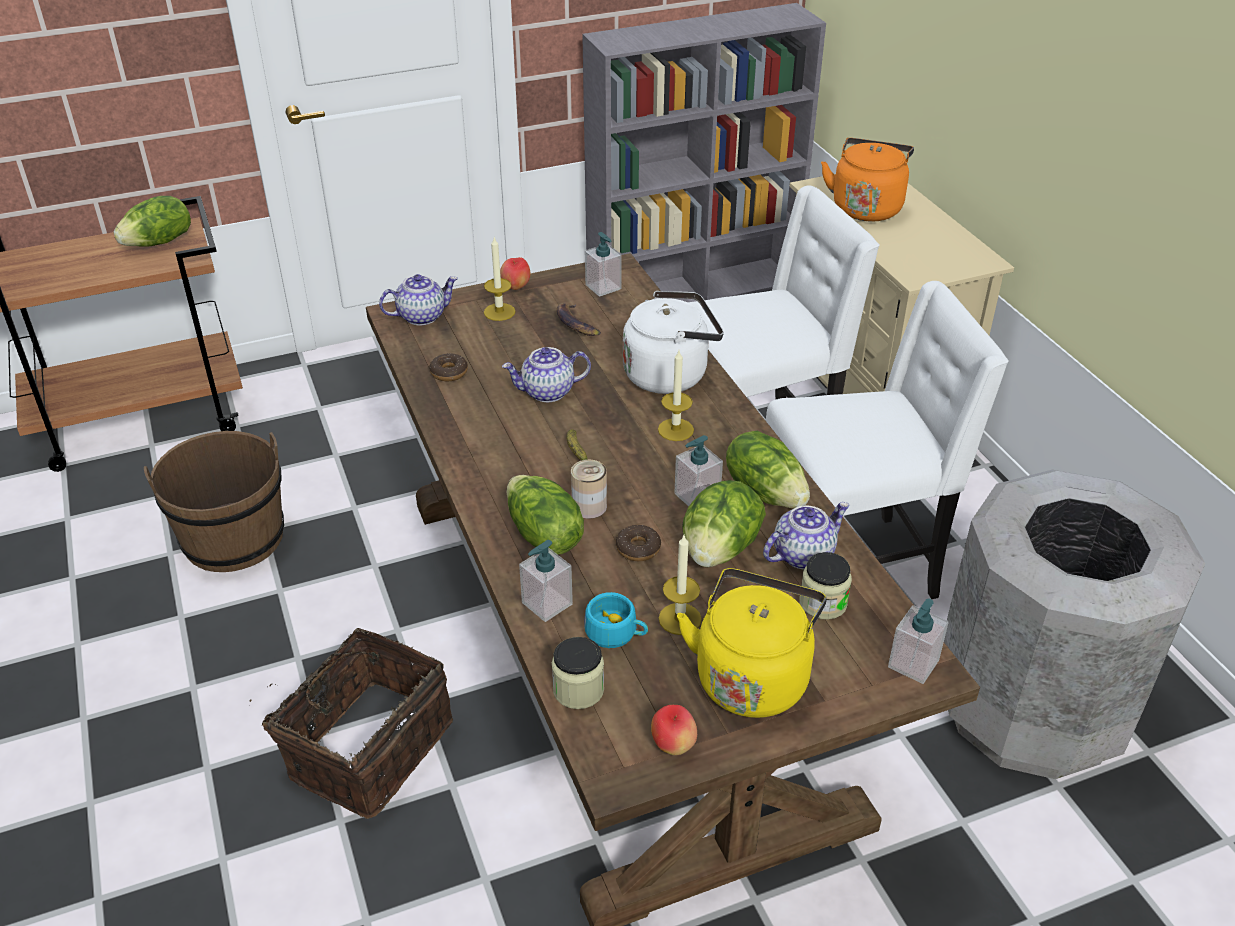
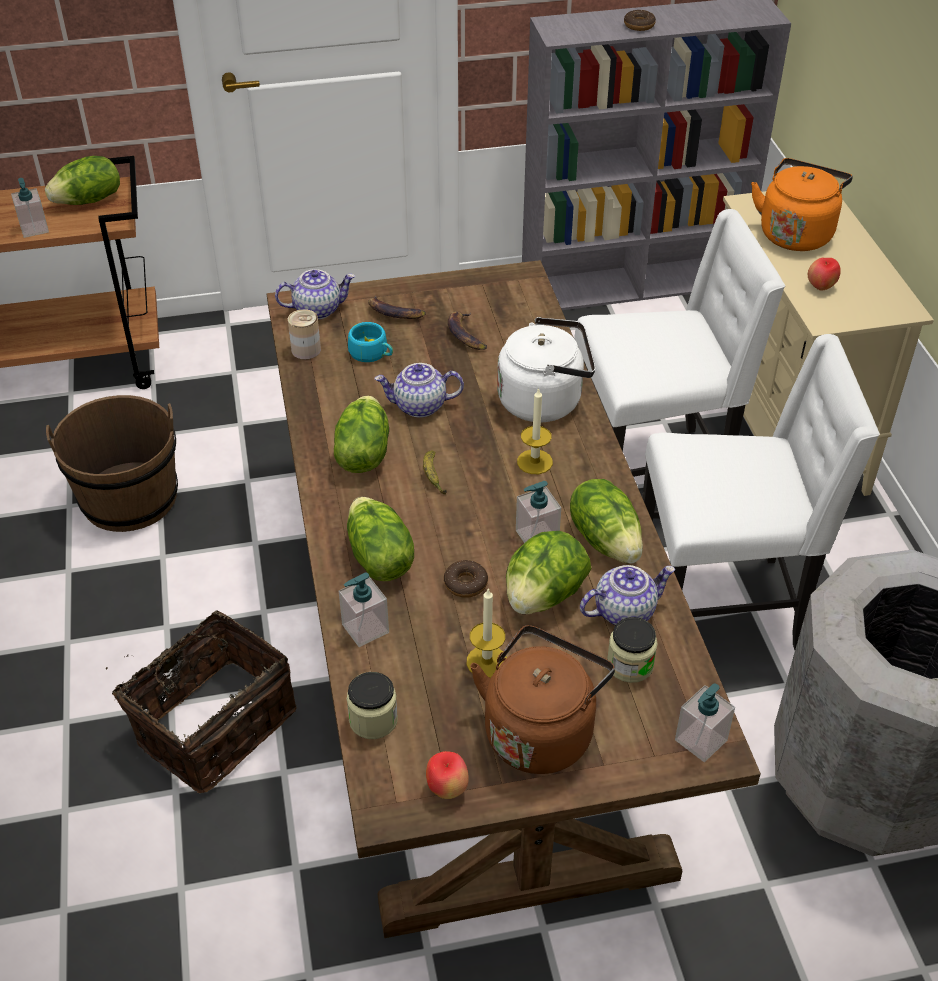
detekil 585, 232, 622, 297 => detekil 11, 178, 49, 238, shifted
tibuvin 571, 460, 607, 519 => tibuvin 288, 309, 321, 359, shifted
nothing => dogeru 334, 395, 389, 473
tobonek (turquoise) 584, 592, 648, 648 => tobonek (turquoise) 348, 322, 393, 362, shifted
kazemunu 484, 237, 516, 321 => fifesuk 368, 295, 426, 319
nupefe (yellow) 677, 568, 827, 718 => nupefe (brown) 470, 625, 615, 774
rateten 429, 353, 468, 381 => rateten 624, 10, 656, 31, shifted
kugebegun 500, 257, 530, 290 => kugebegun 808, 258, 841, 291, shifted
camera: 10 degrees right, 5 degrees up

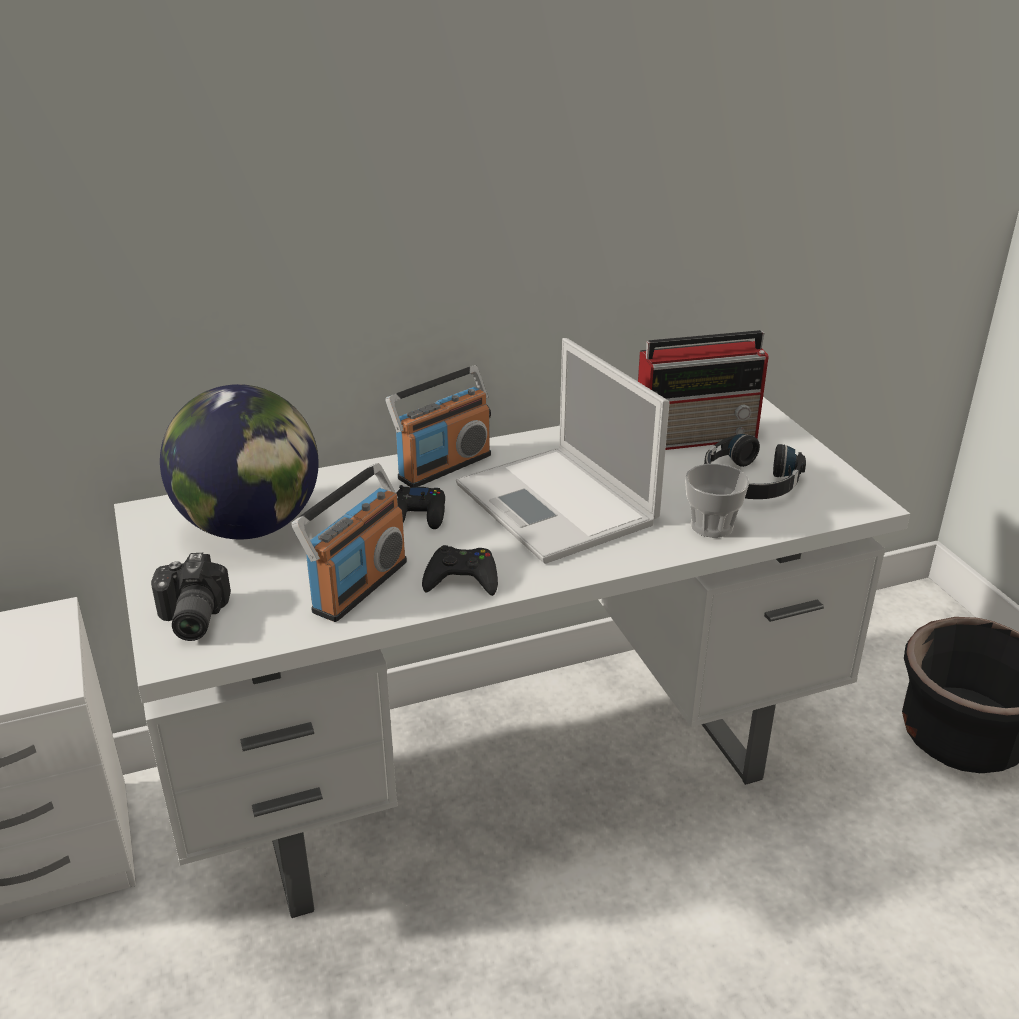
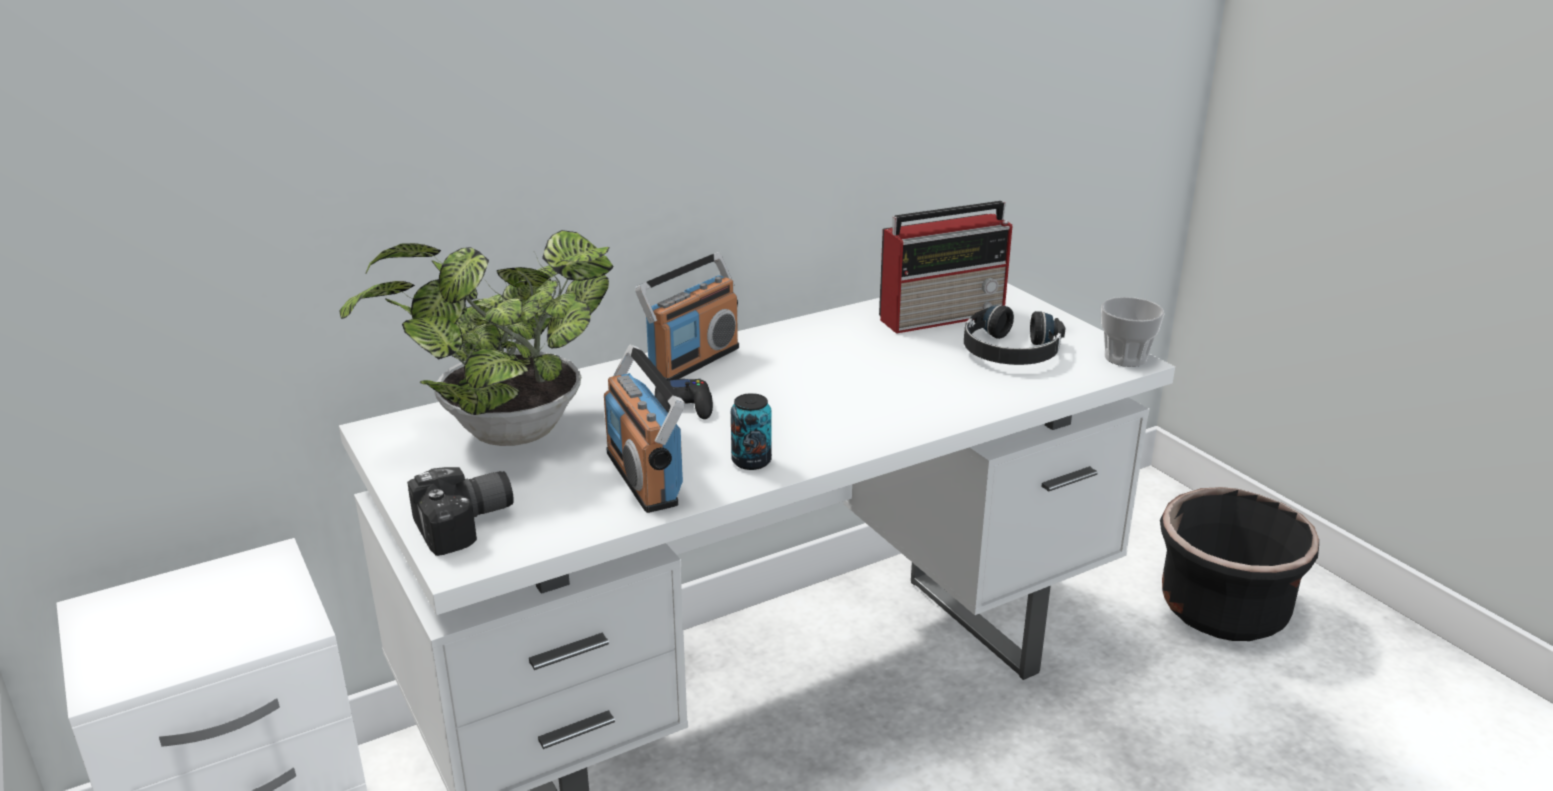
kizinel 160, 384, 319, 540 => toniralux 339, 230, 614, 446
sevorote 151, 553, 231, 641 => sevorote 407, 467, 514, 556, 105 degrees counterclockwise
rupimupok 291, 463, 407, 622 => rupimupok 604, 344, 685, 513, 135 degrees clockwise
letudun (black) 422, 545, 498, 596 => tibuvin 731, 393, 772, 470
tobonek 685, 464, 750, 538 => tobonek 1101, 297, 1165, 367, shifted
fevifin 456, 338, 670, 564 => nothing
camera: 10 degrees left, 5 degrees down

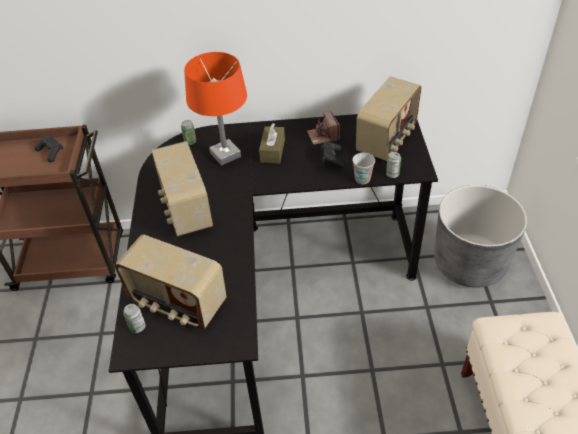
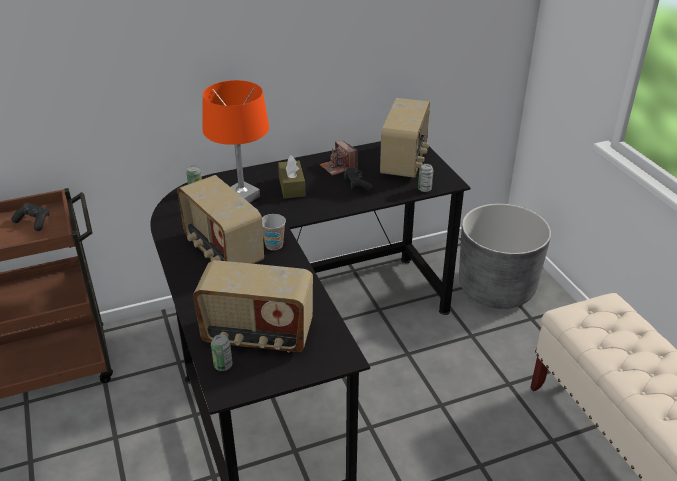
tobonek 352, 153, 375, 184 => tobonek 262, 214, 286, 250, shifted
camera: 20 degrees left, 10 degrees down

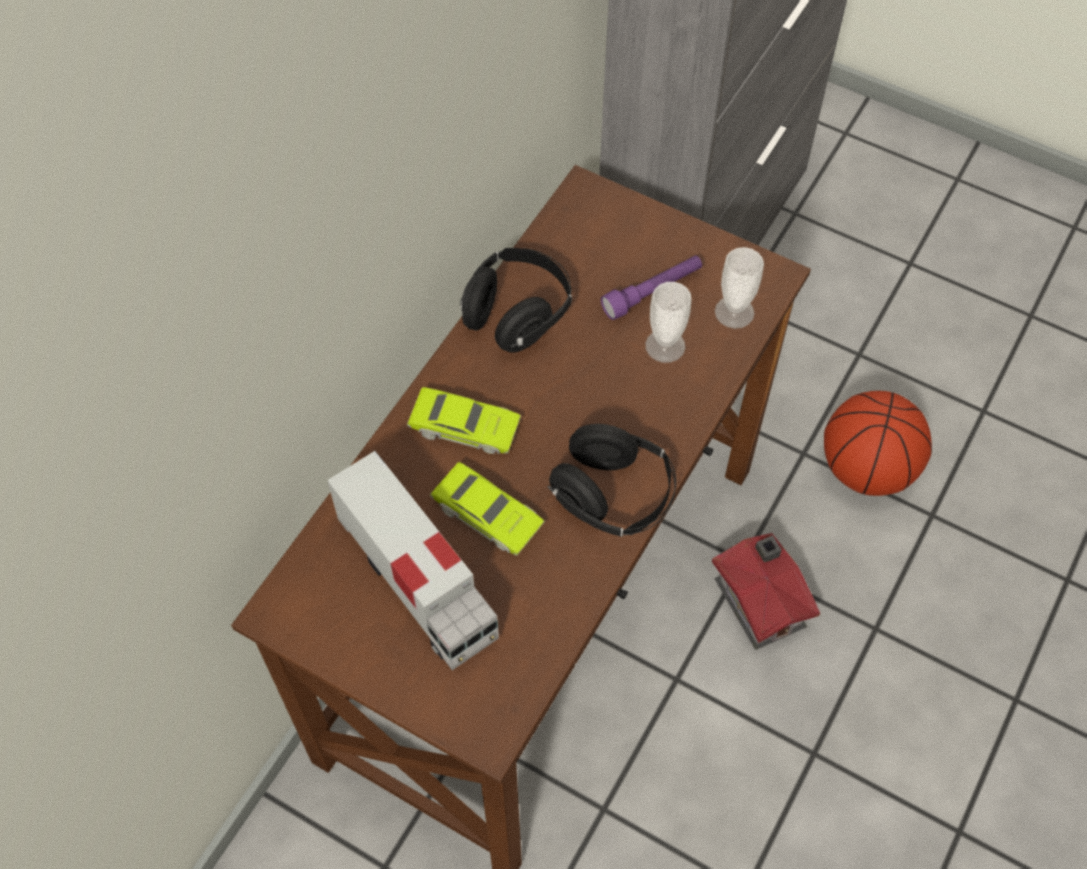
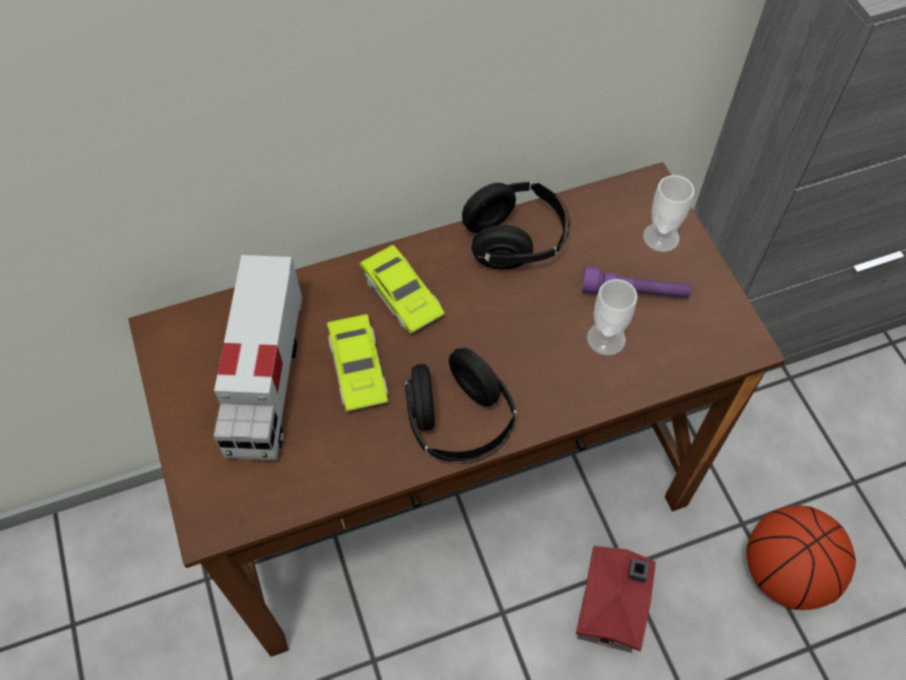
tobonek 715, 247, 764, 329 => tobonek 643, 175, 694, 252, shifted
camera: 40 degrees right, 0 degrees up

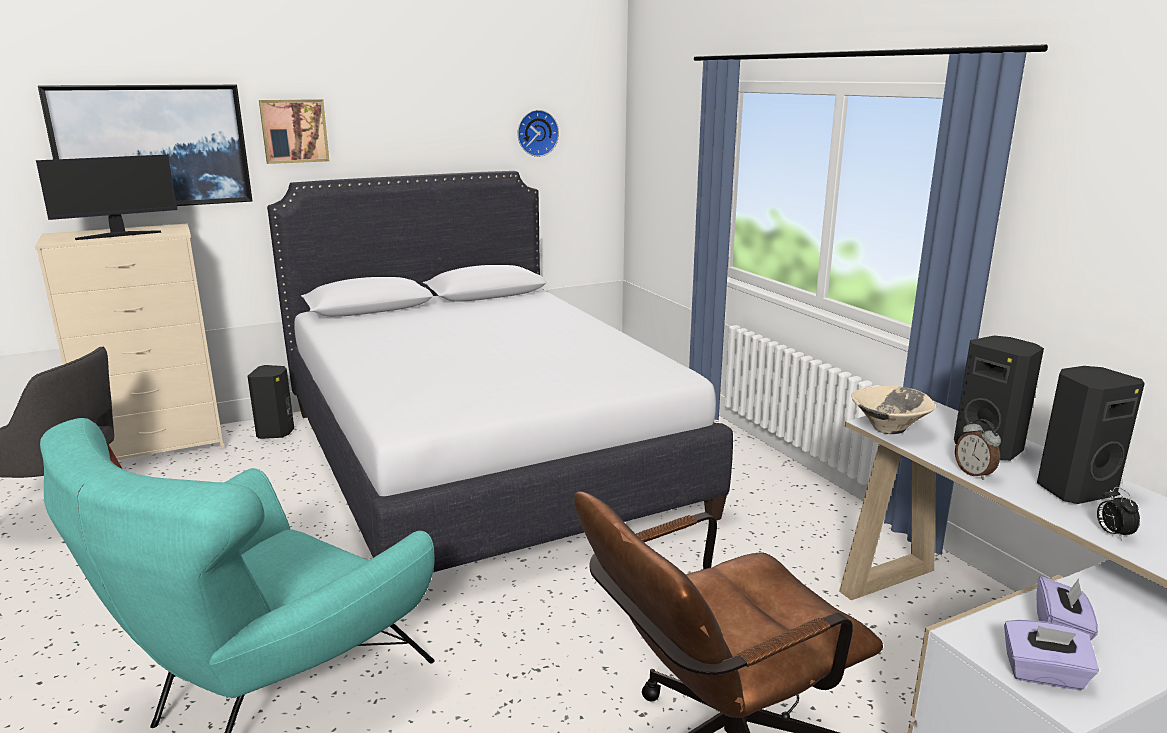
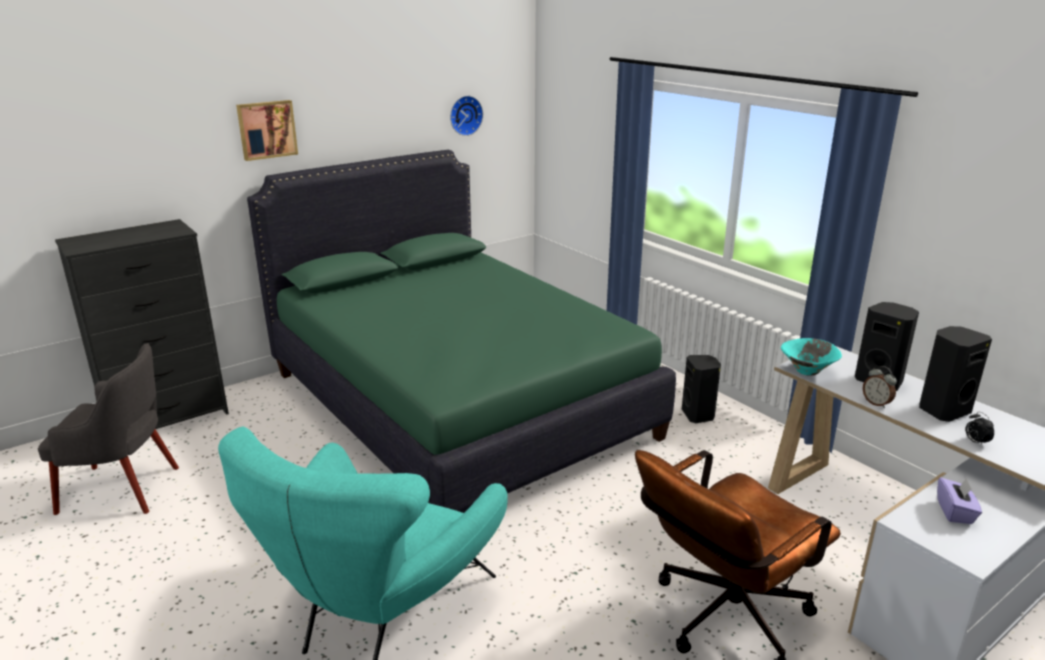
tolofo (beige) 35, 224, 224, 460 => tolofo (black) 55, 219, 229, 429
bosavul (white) 267, 171, 733, 572 => bosavul (green) 247, 150, 676, 513
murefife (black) 247, 365, 294, 439 => murefife (black) 682, 355, 721, 423, shifted
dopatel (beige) 851, 386, 935, 434 => dopatel (turquoise) 781, 338, 842, 376
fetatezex 36, 154, 177, 240 => nothing
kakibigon 38, 85, 252, 206 => nothing
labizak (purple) 1004, 620, 1099, 690 => nothing
camera: 10 degrees left, 5 degrees up

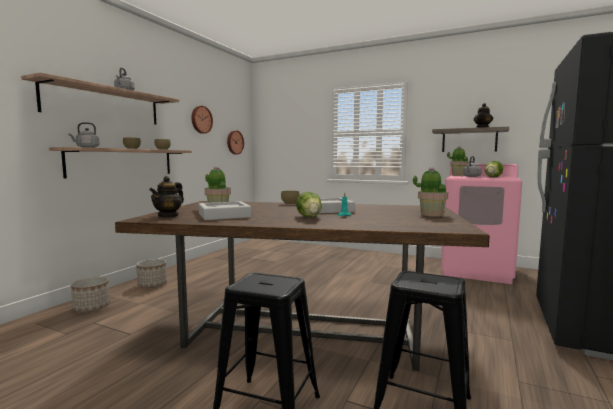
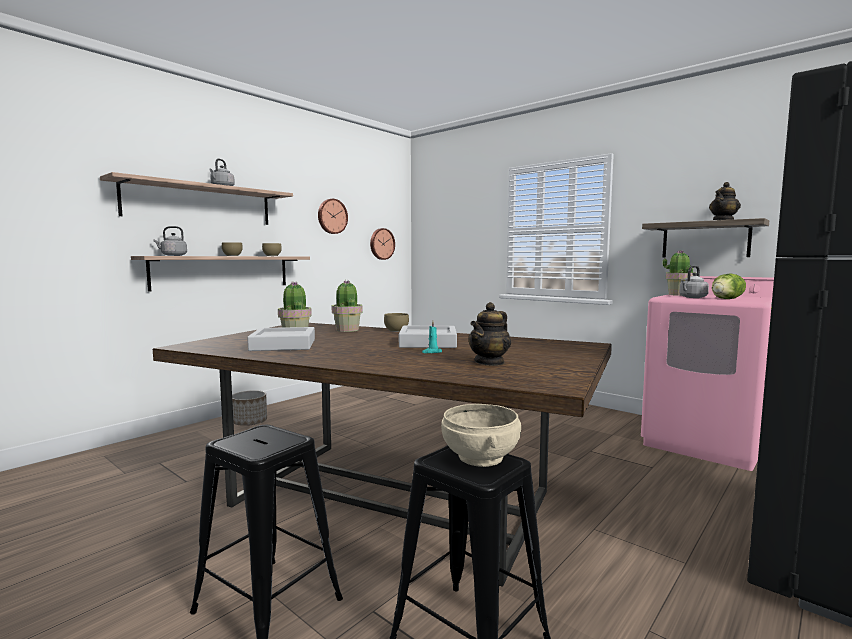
toniralux 413, 168, 448, 217 => toniralux 332, 280, 362, 332, shifted
nothing => dopatel (beige) 441, 404, 521, 467
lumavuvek 149, 176, 184, 218 => lumavuvek 469, 302, 511, 366, shifted
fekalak 71, 276, 110, 312 => nothing
dogeru 296, 192, 322, 217 => nothing
camera: 15 degrees right, 0 degrees up

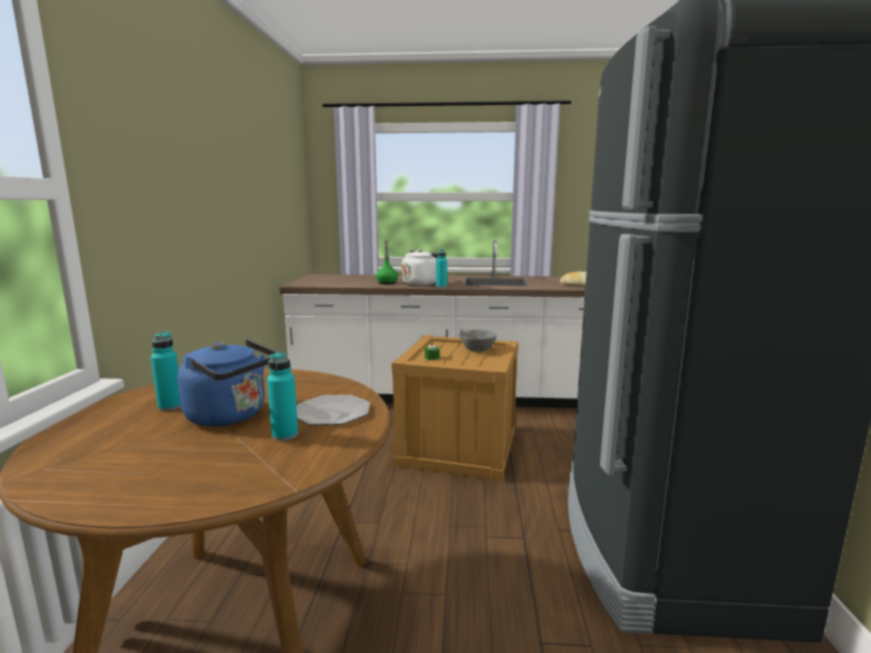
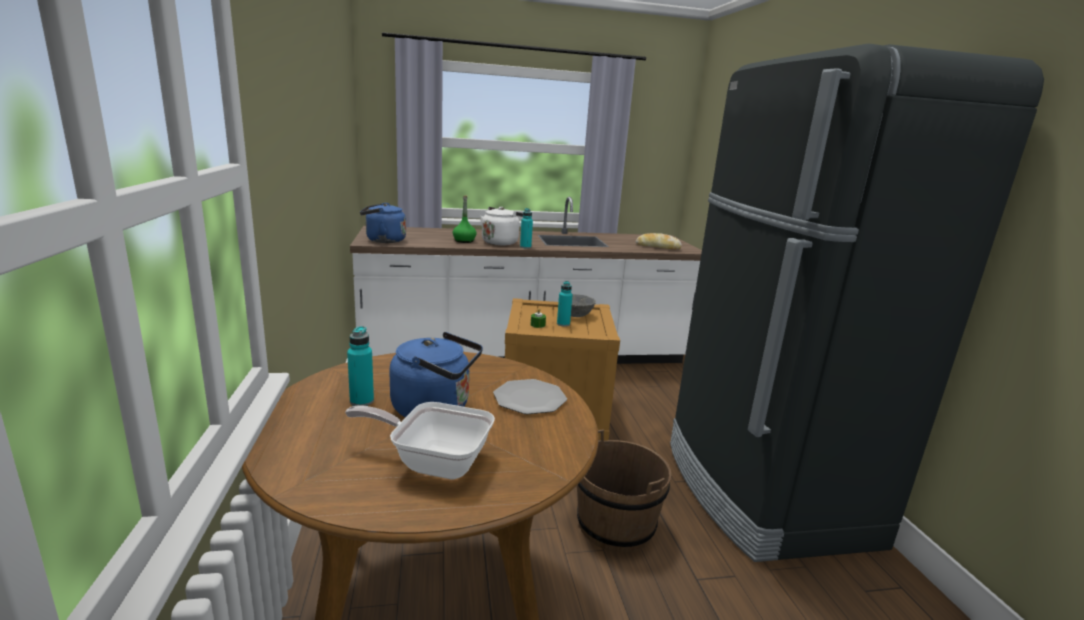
nothing => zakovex 345, 402, 495, 479
nothing => nupefe (blue) 360, 203, 406, 243
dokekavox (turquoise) 267, 352, 298, 441 => dokekavox (turquoise) 557, 281, 573, 327, shifted
nothing => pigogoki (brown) 577, 430, 671, 553
camera: 15 degrees left, 5 degrees up

